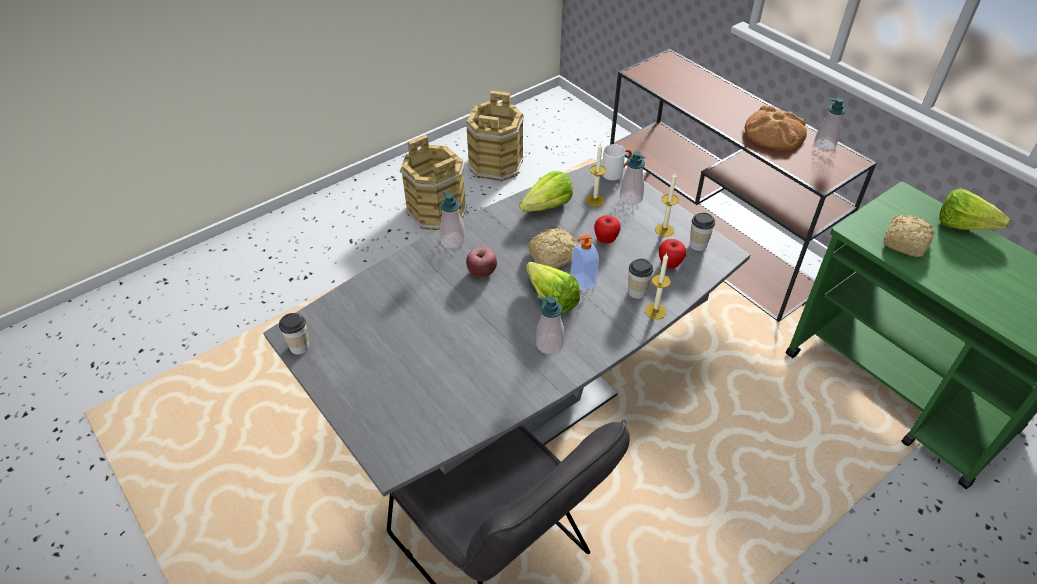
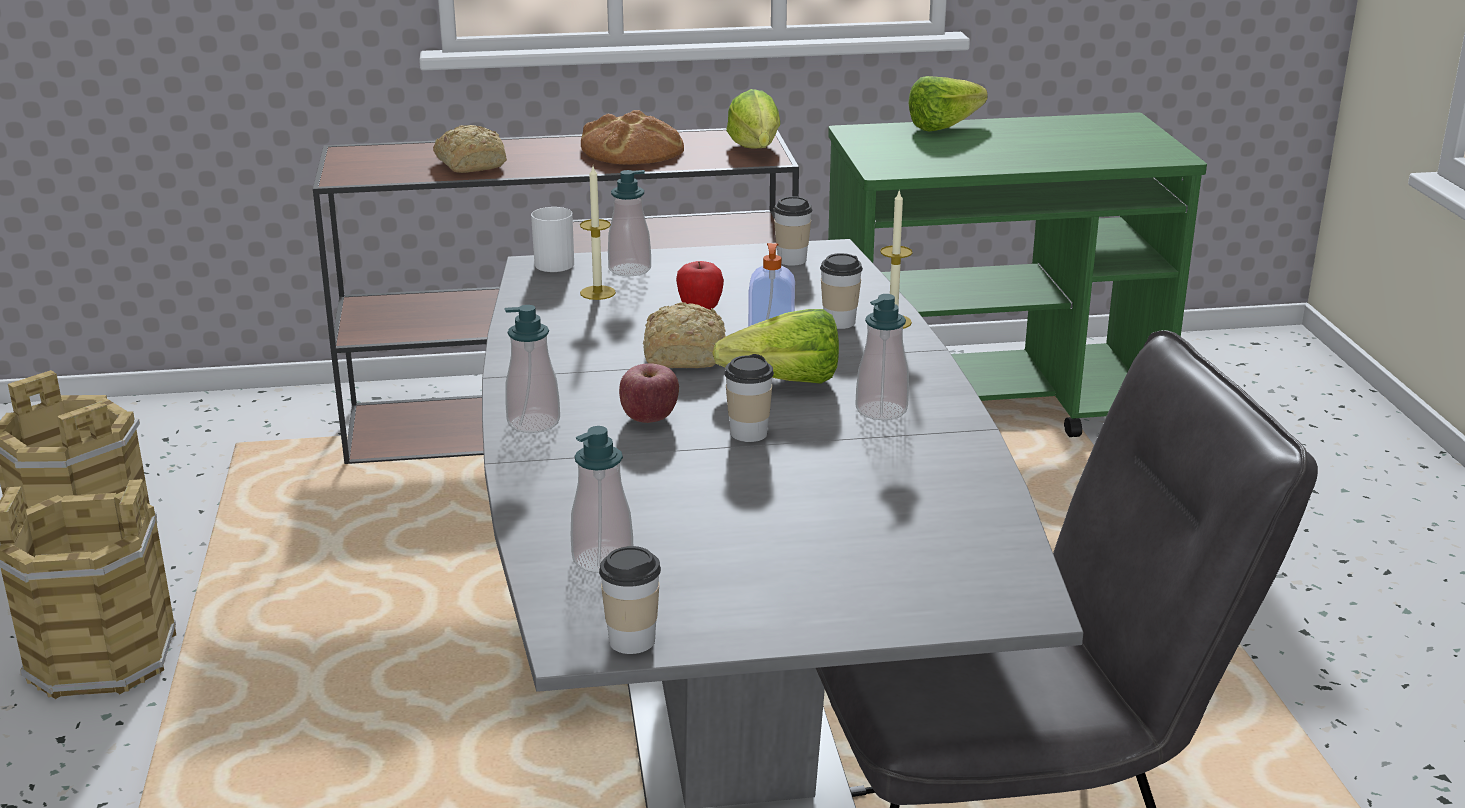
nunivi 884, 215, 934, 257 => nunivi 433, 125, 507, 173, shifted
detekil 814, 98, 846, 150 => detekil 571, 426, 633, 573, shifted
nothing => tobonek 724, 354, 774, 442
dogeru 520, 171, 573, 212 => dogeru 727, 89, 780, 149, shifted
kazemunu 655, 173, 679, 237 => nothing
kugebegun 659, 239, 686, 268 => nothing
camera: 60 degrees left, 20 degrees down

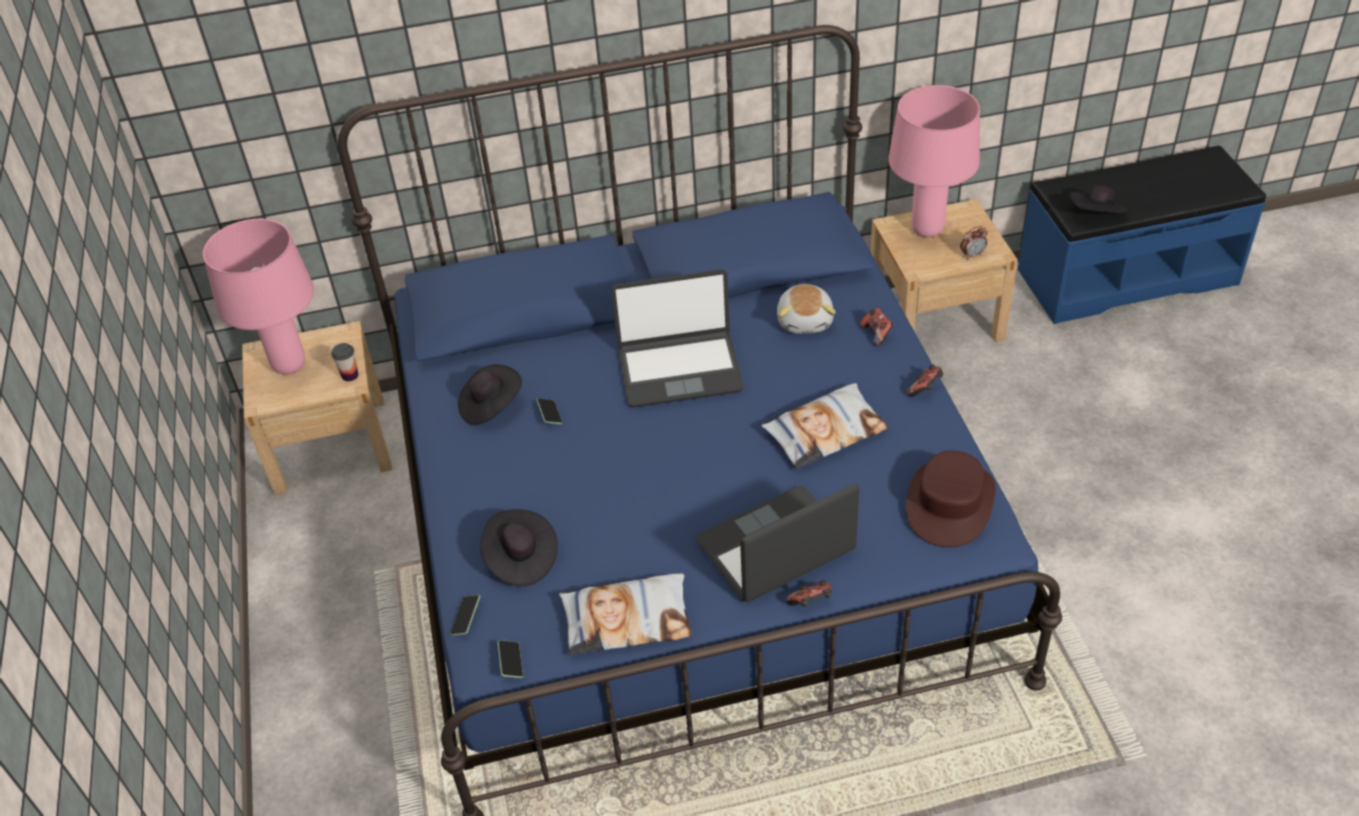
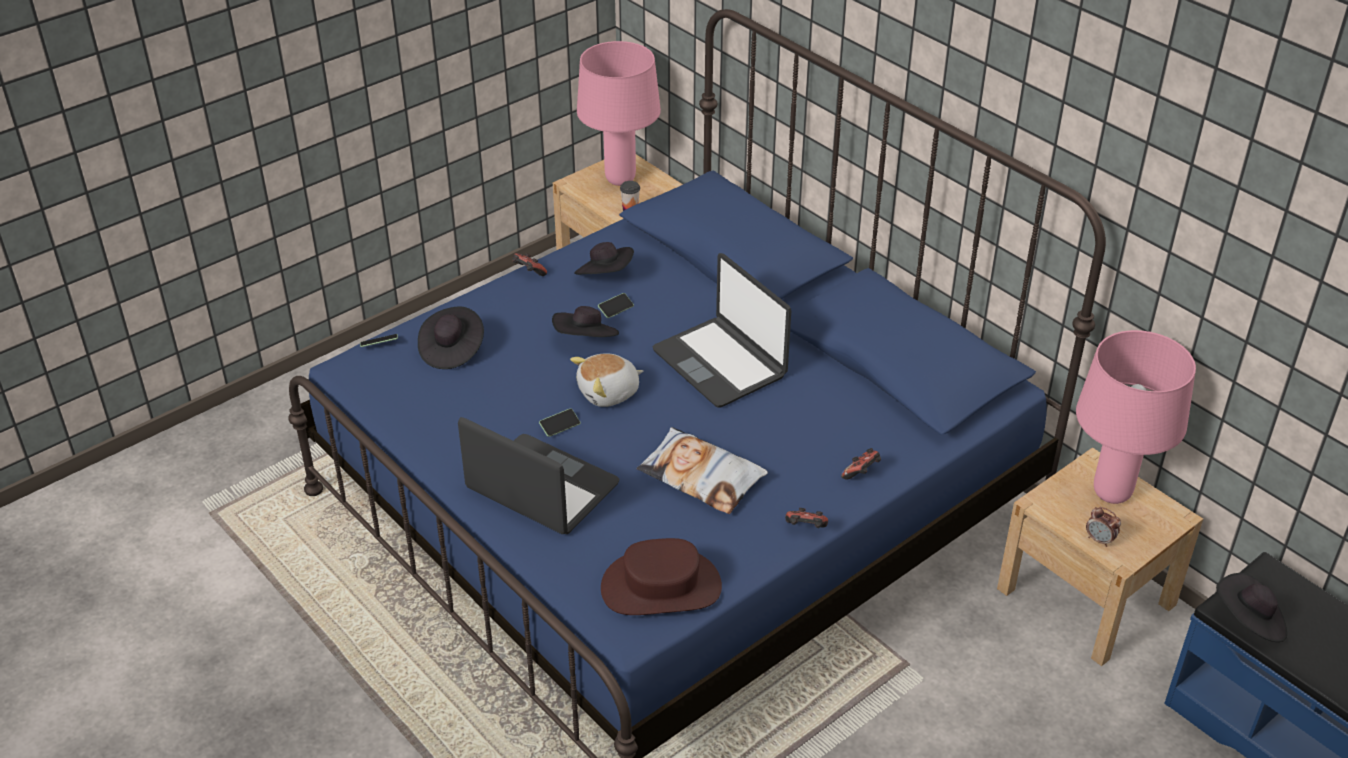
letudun 786, 580, 832, 607 => letudun 512, 253, 547, 276, shifted
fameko 497, 640, 523, 678 => fameko 539, 408, 581, 437, shifted
nothing => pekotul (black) 552, 306, 619, 337
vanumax 777, 284, 836, 334 => vanumax 570, 353, 643, 407, shifted
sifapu 559, 574, 692, 655 => nothing
camera: 60 degrees right, 5 degrees down

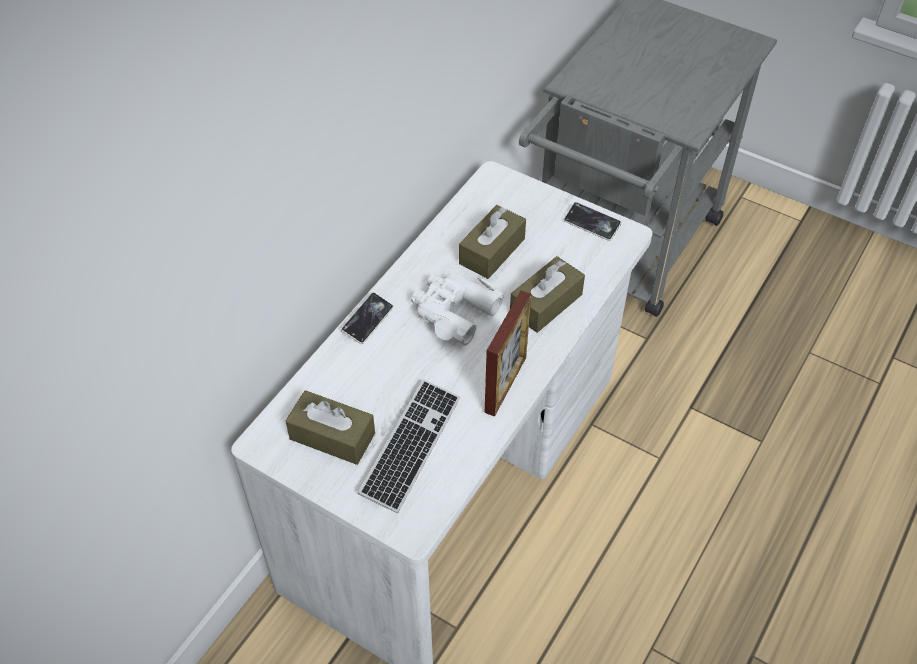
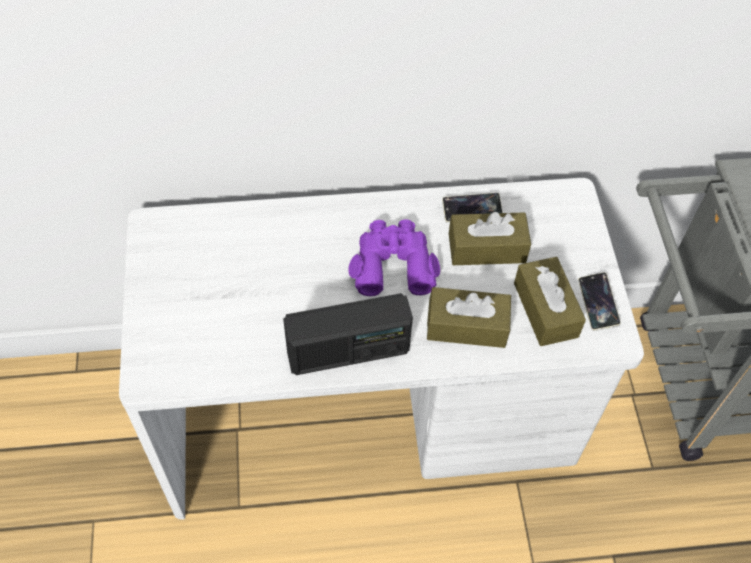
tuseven 485, 290, 531, 417 => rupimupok 283, 293, 413, 375
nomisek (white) 411, 273, 504, 346 => nomisek (purple) 348, 219, 440, 296
fameko 341, 293, 393, 344 => fameko 442, 192, 503, 223, shifted
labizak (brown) 286, 390, 375, 465 => labizak (brown) 514, 257, 586, 346, shifted
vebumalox 358, 379, 460, 513 => nothing
camera: 50 degrees right, 5 degrees up

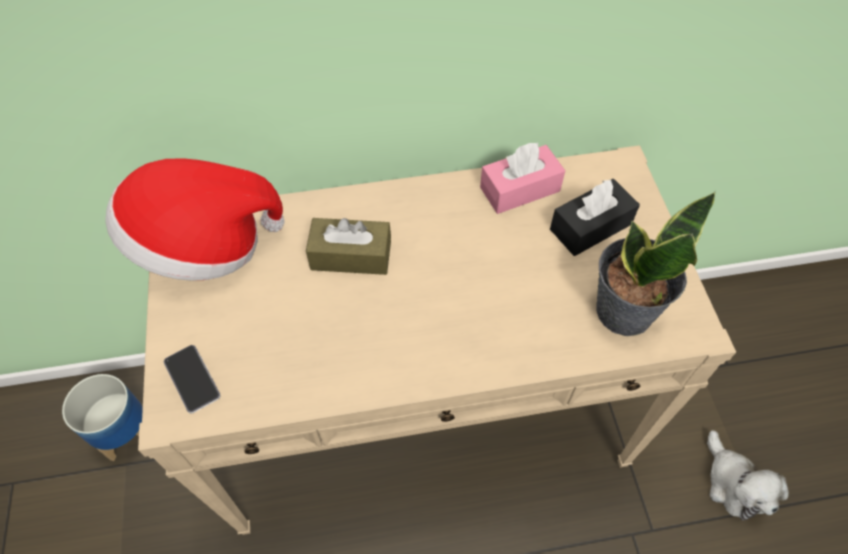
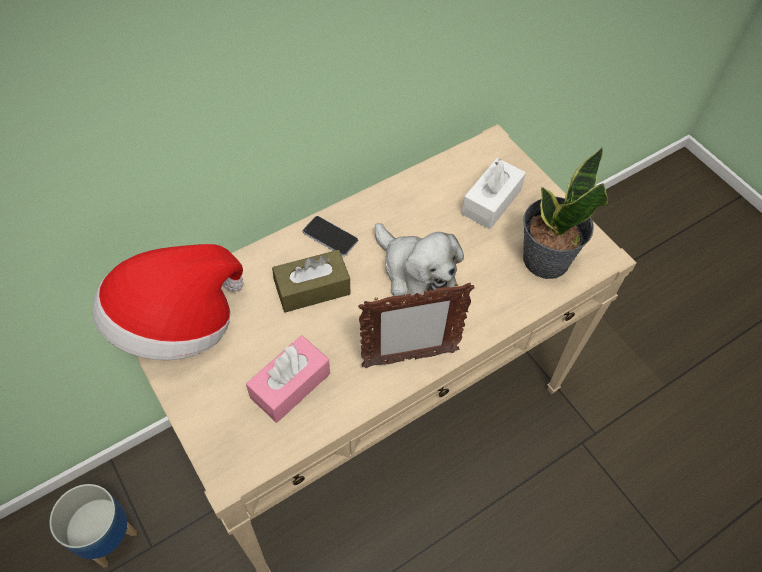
labizak (pink) 480, 143, 565, 214 => labizak (pink) 246, 335, 330, 423, shifted
fameko 164, 345, 221, 414 => fameko 303, 216, 358, 256, shifted
nothing => tuseven 358, 283, 475, 368
vanumax 707, 430, 789, 521 => vanumax 374, 223, 464, 299, shifted
labizak (black) 550, 178, 640, 256 => labizak (white) 461, 158, 526, 229
camera: 25 degrees left, 0 degrees up

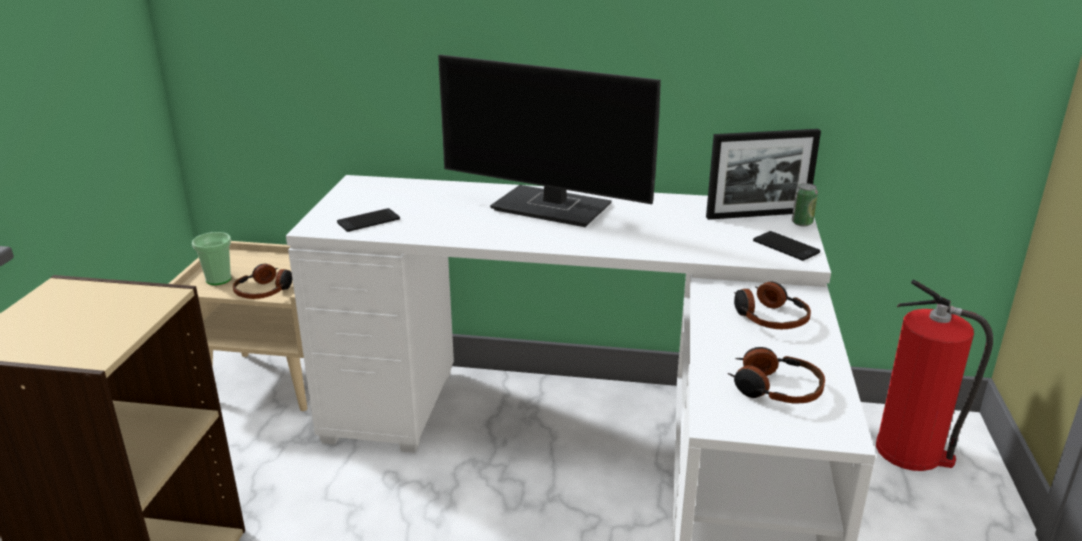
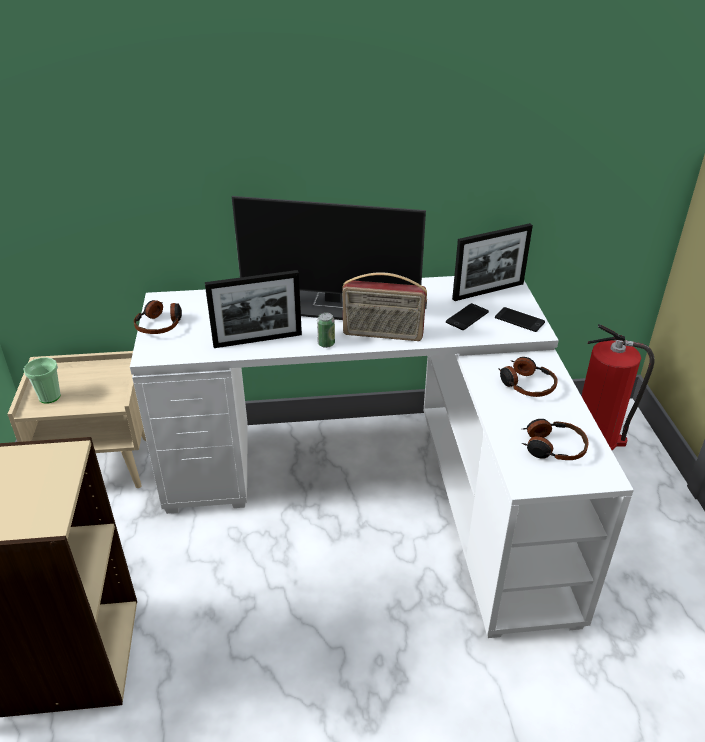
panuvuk 233, 264, 292, 299 => panuvuk 134, 300, 182, 334, shifted
nothing => tuseven 205, 270, 302, 348
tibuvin 792, 183, 818, 226 => tibuvin 317, 313, 335, 348, shifted
nothing => rupimupok 342, 272, 427, 341
fameko 337, 208, 400, 232 => fameko 446, 303, 489, 330, shifted
camera: 15 degrees left, 10 degrees up

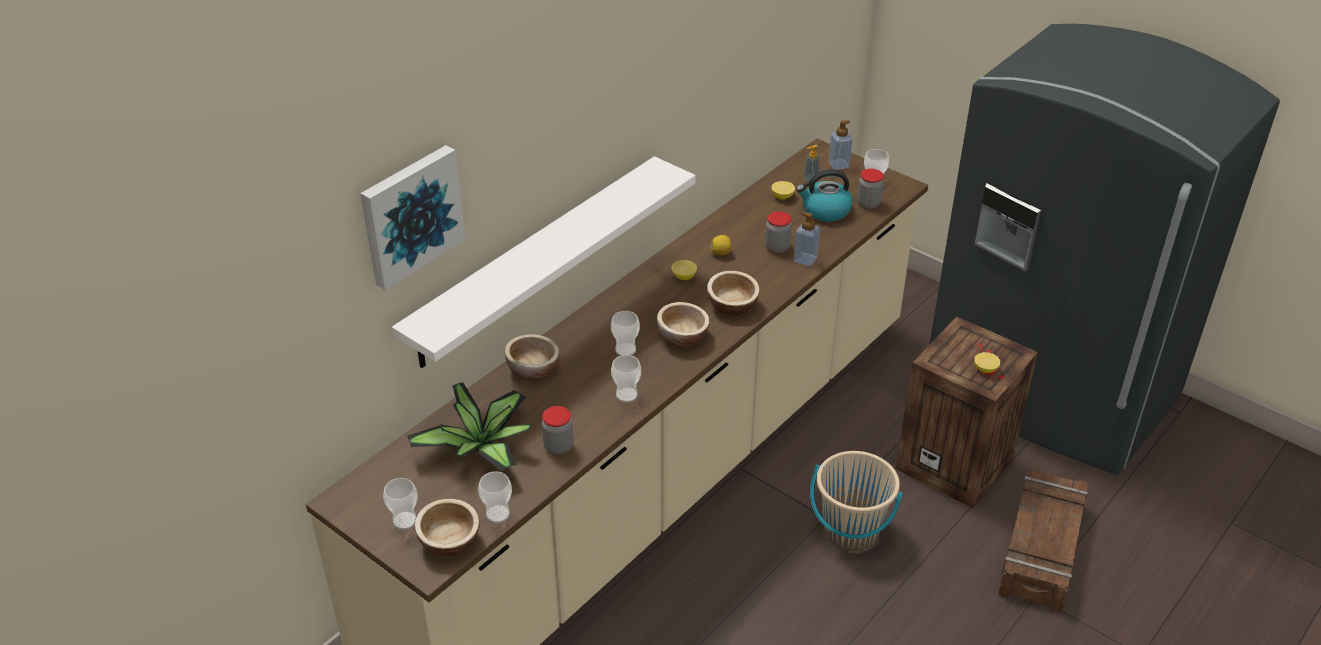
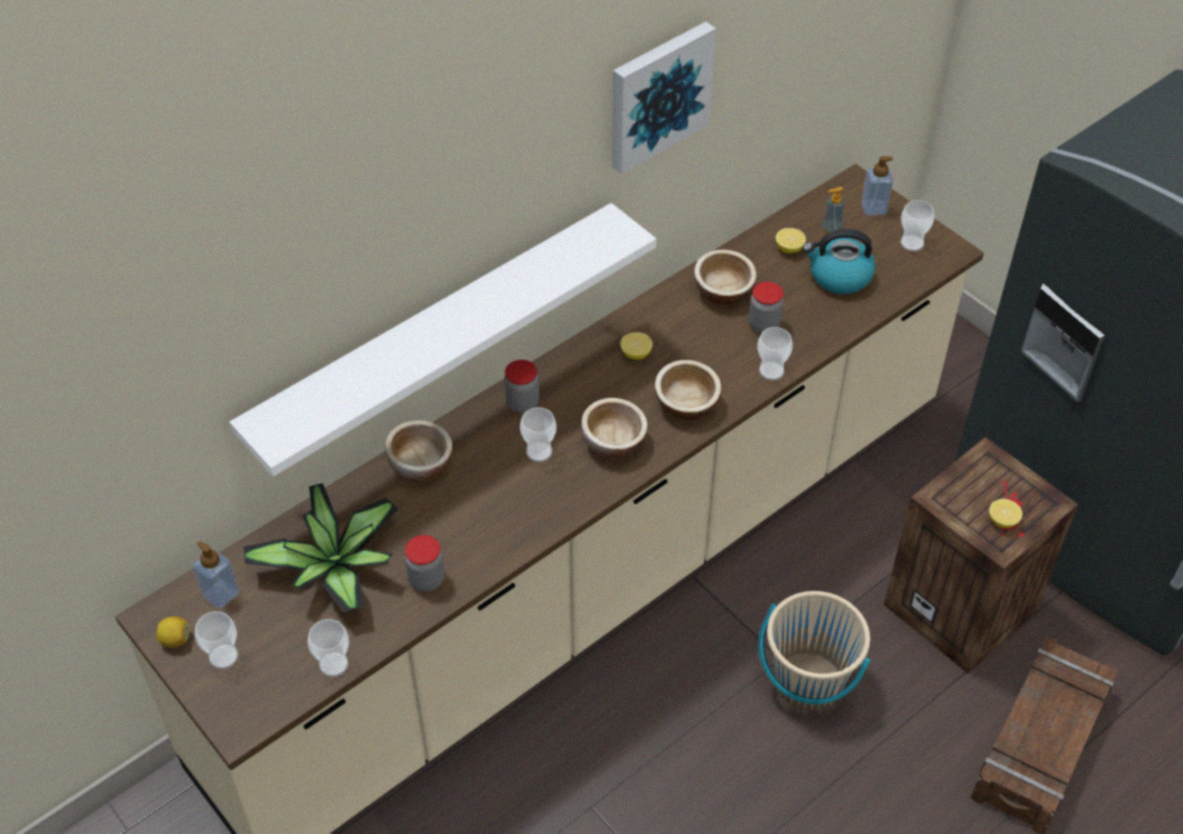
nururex 710, 235, 731, 255 => nururex 157, 616, 190, 647, shifted
detekil 794, 212, 820, 266 => detekil 193, 541, 239, 609, shifted
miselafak 857, 169, 884, 209 => miselafak 504, 360, 539, 413, shifted
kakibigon 360, 145, 466, 290 => kakibigon 612, 22, 716, 174, shifted
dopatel 415, 499, 480, 556 => dopatel 694, 250, 757, 305, shifted
tobonek 611, 355, 641, 402 => tobonek 757, 327, 793, 380, shifted
camera: 10 degrees right, 10 degrees up

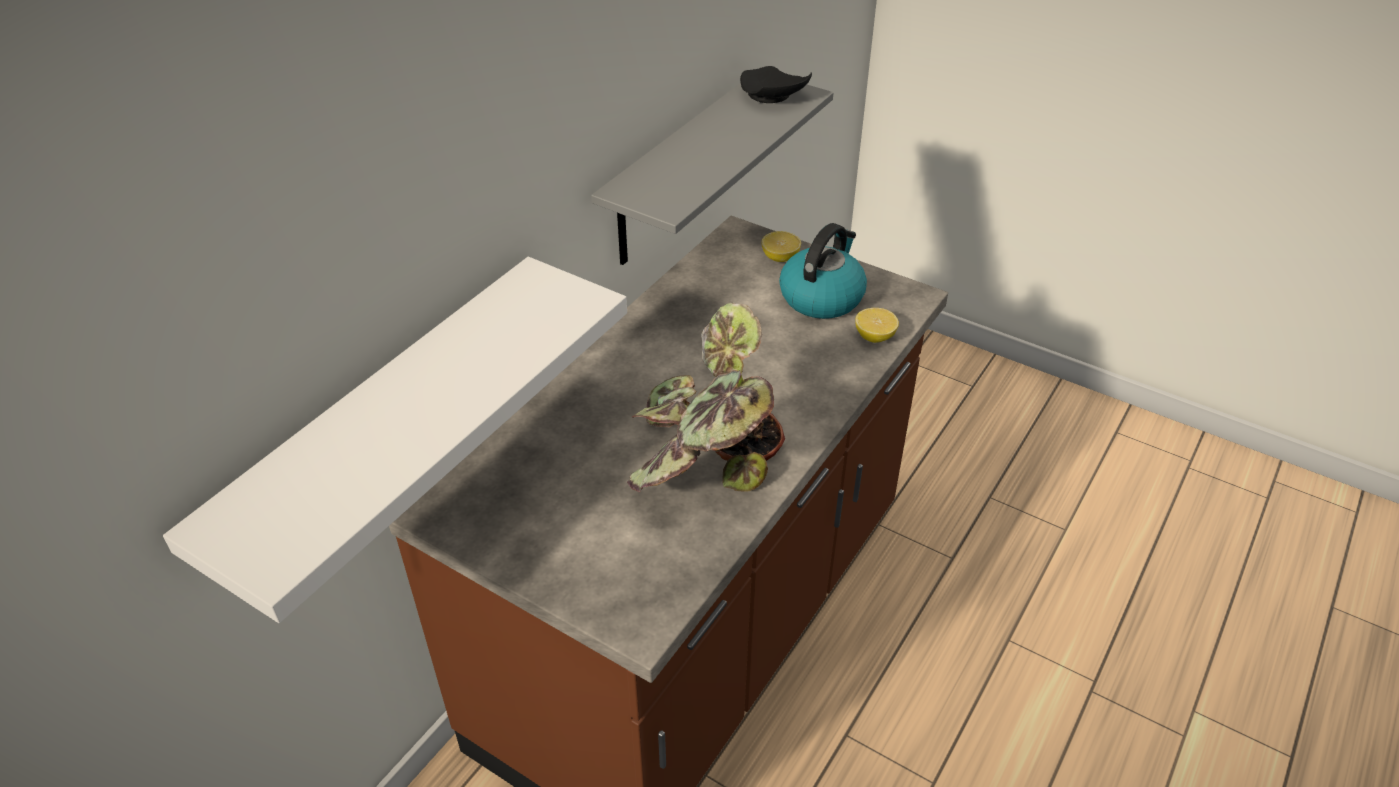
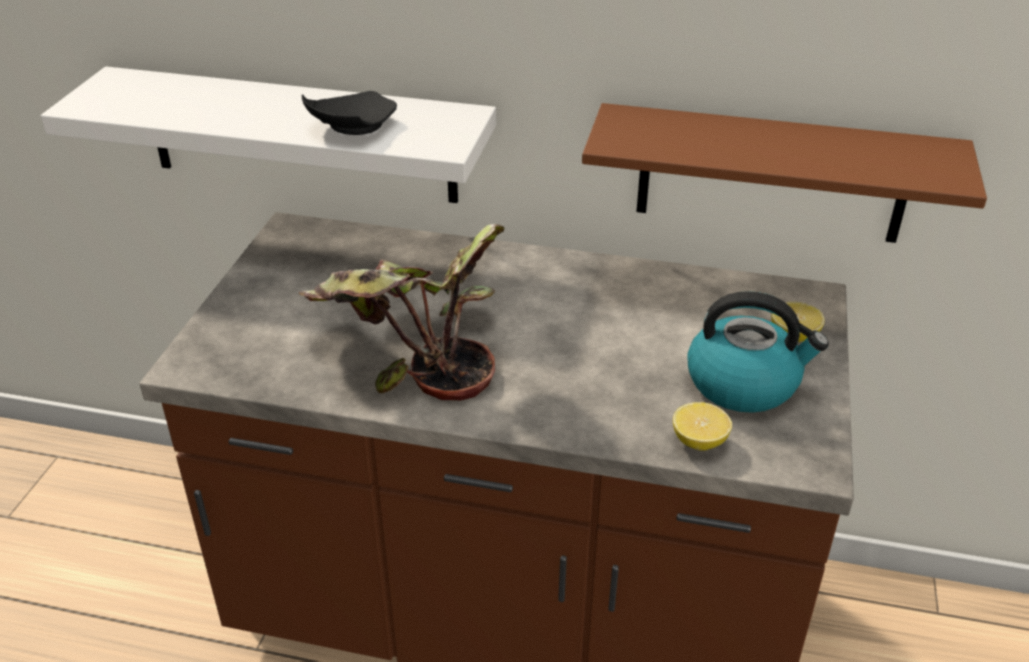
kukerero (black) 740, 66, 812, 103 => kukerero (black) 302, 91, 397, 135, shifted
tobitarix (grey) 591, 83, 833, 265 => tobitarix (brown) 582, 103, 987, 243
camera: 70 degrees right, 5 degrees down

